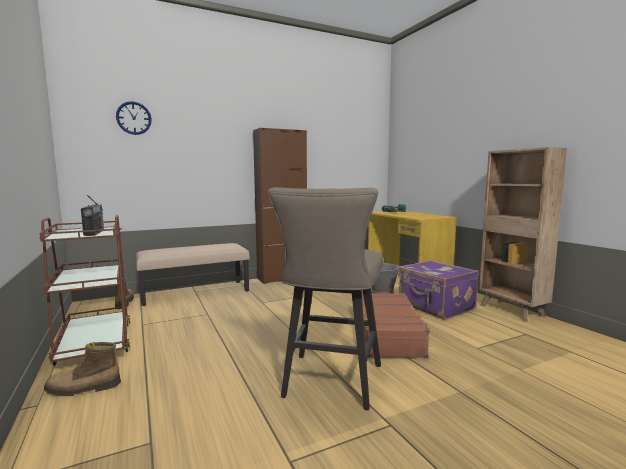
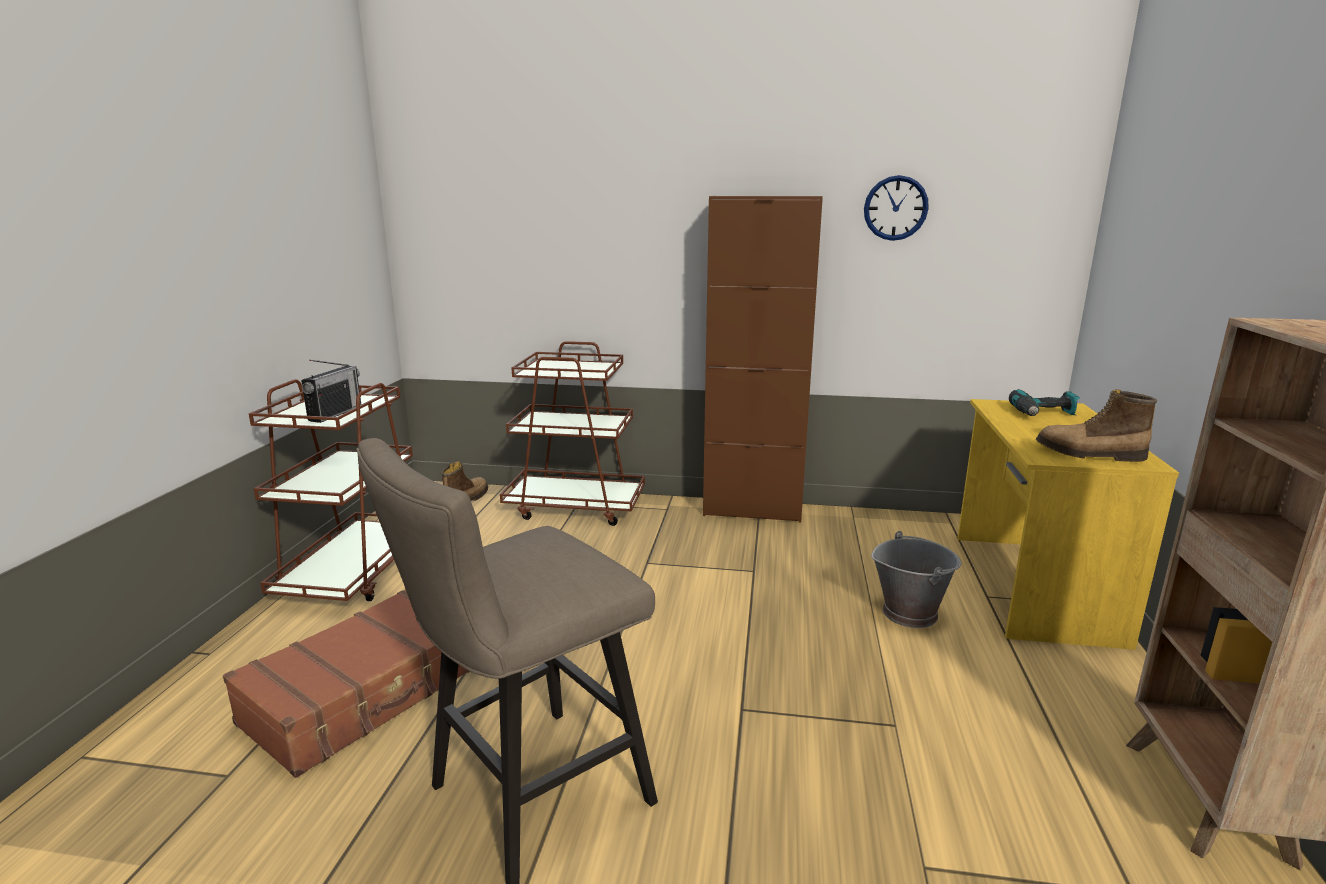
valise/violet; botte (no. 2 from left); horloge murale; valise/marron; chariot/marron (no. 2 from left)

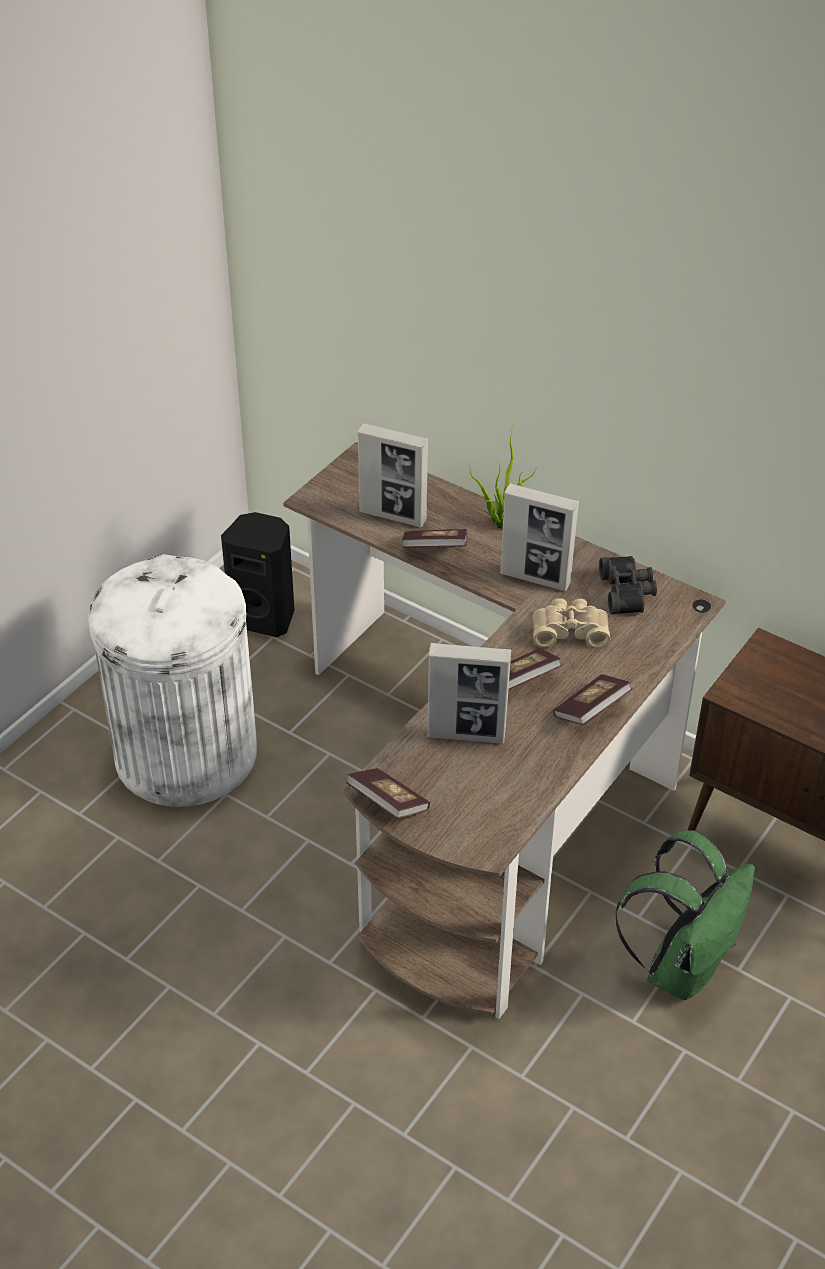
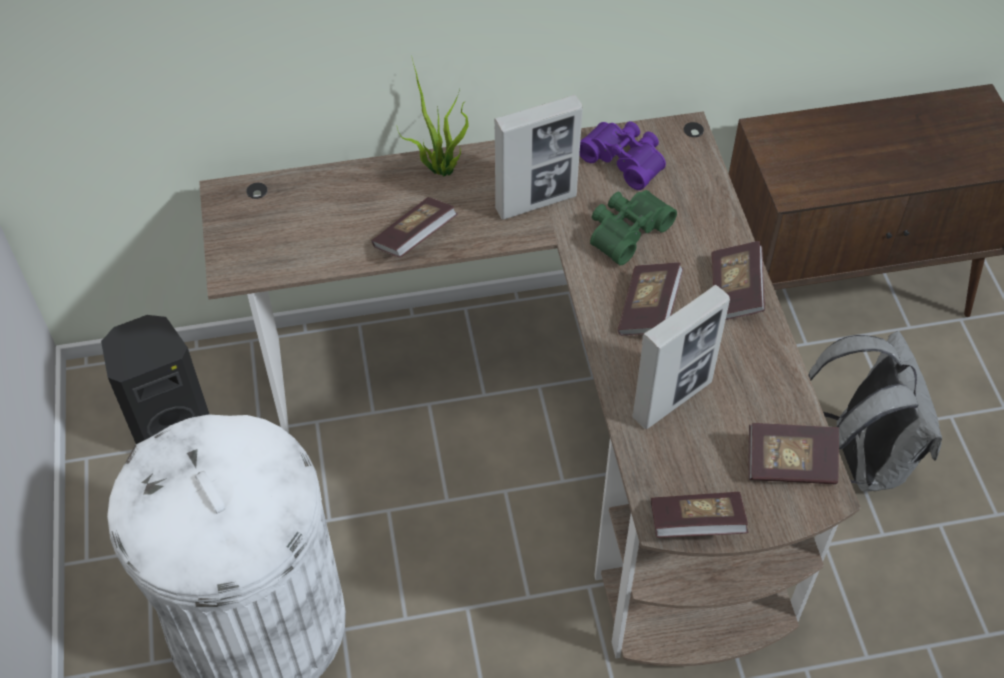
cadre photo (no. 1 from left in the first image); livre (no. 5 from left); jumelles/vert; jumelles/violet; sac à dos/gris

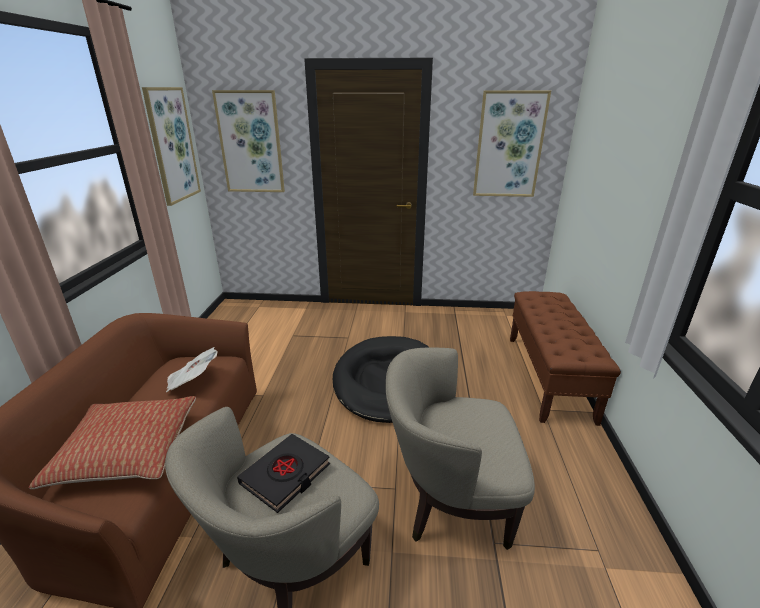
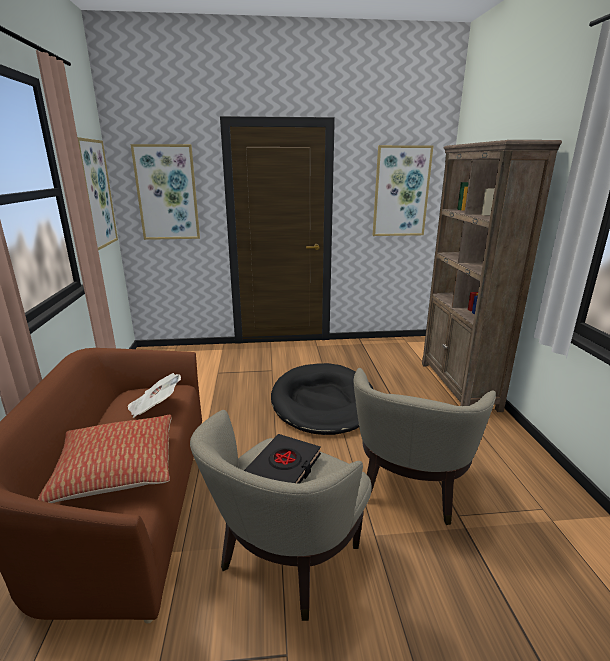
bibliothèque/marron; fauteuil/beige (no. 2 from left)

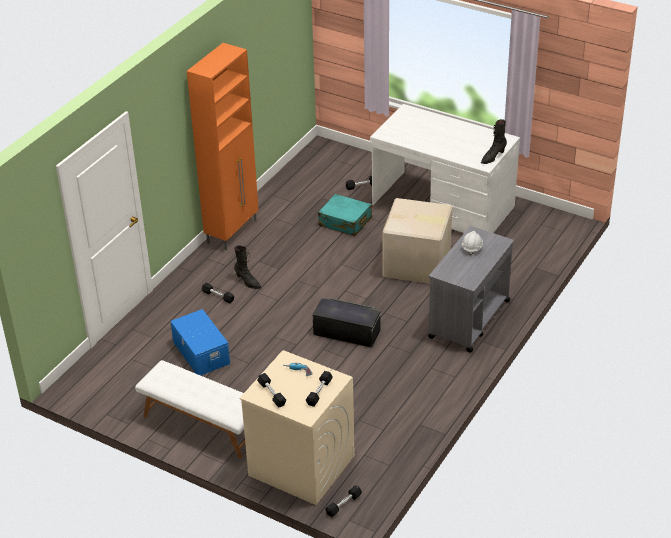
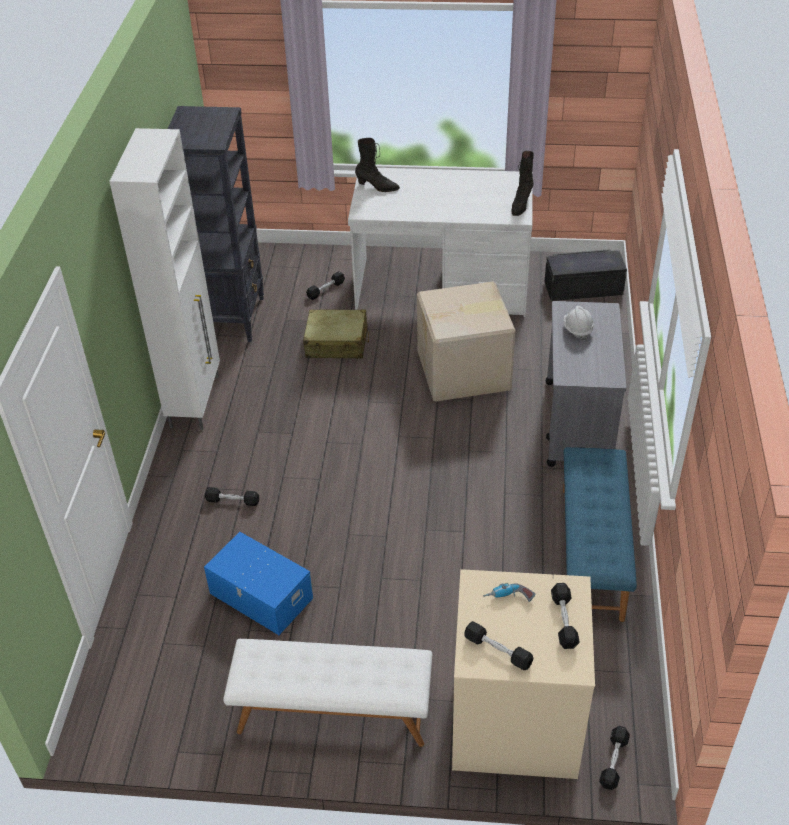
bibliothèque/noir; banc/bleu; botte/noir (no. 1 from left); boîte de rangement/noir; meuble de rangement/blanc; valise/beige

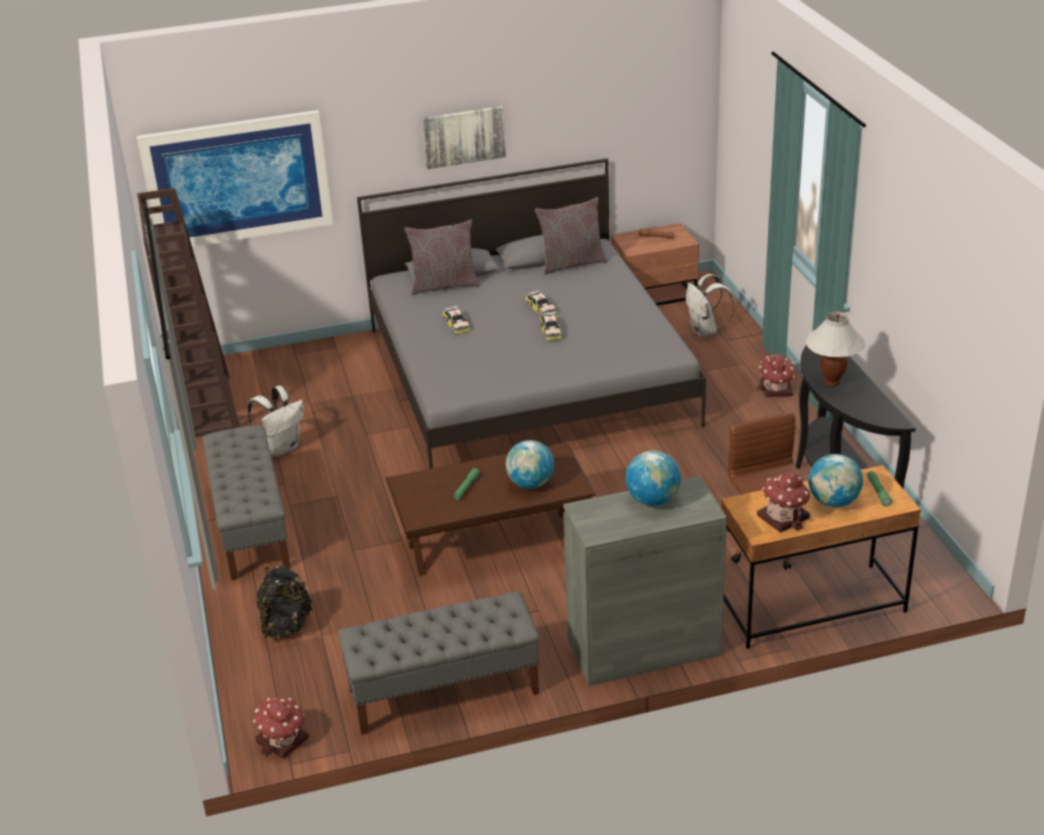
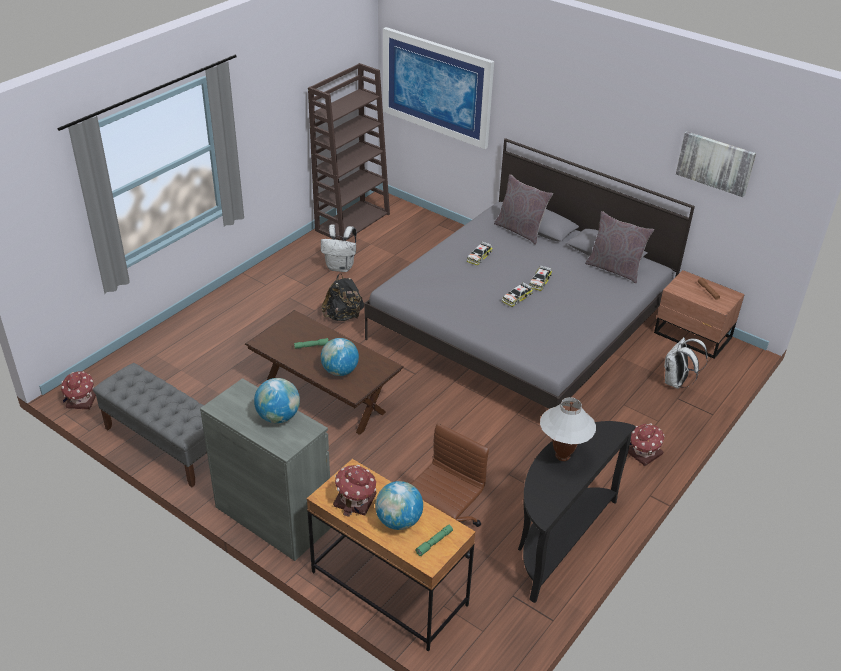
banc/gris (no. 1 from left in the first image); sac à dos/noir; tableau (no. 2 from left)

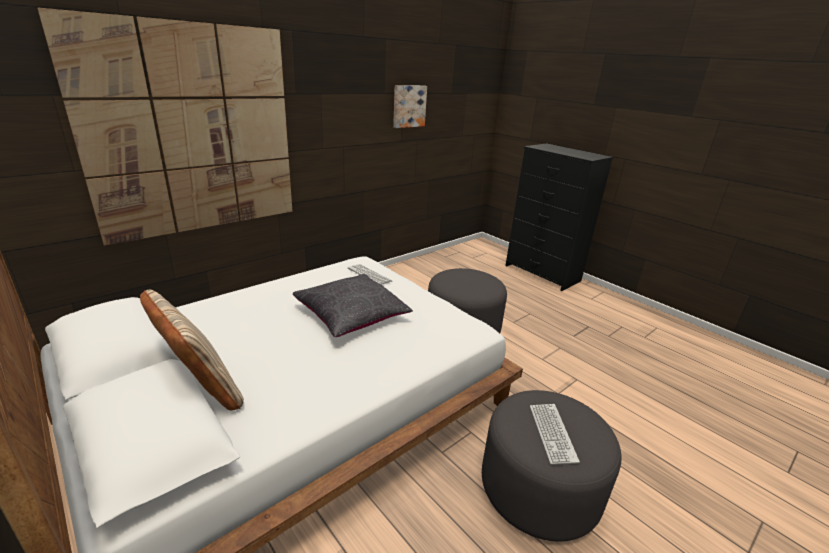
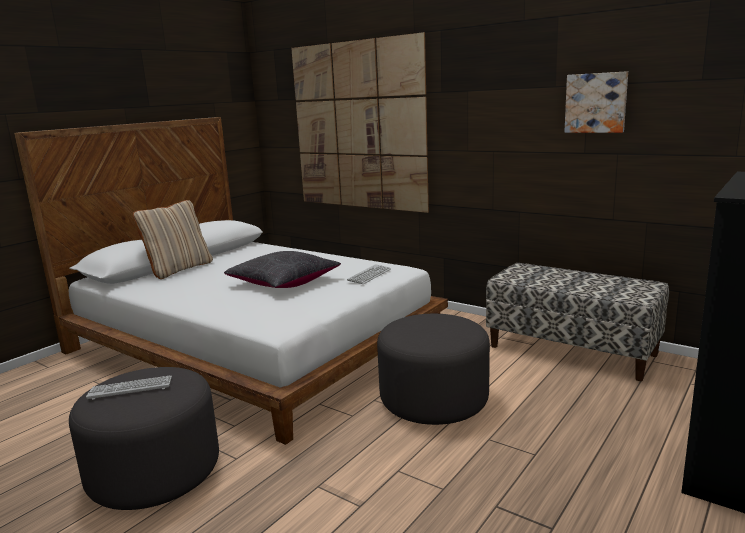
banc

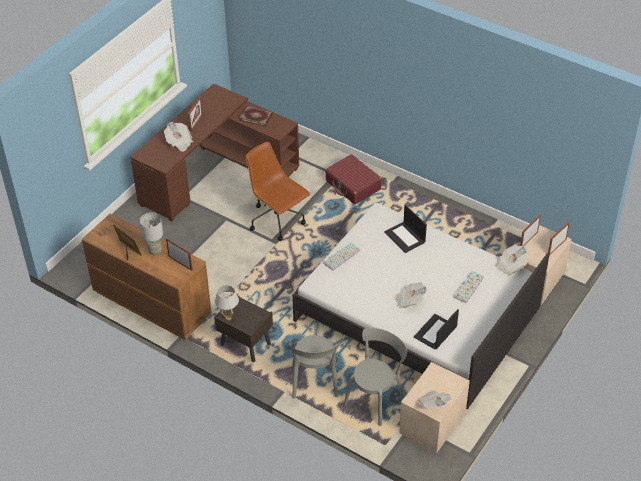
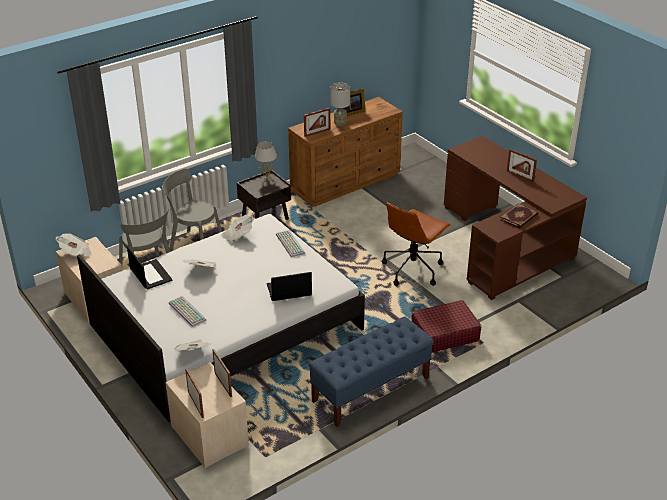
banc/bleu; journal (no. 4 from left); chaise de bureau/marron

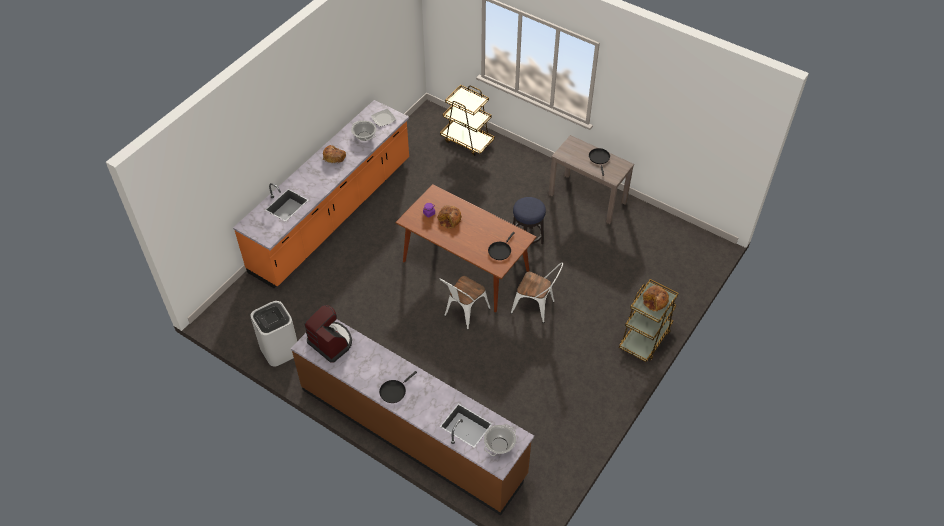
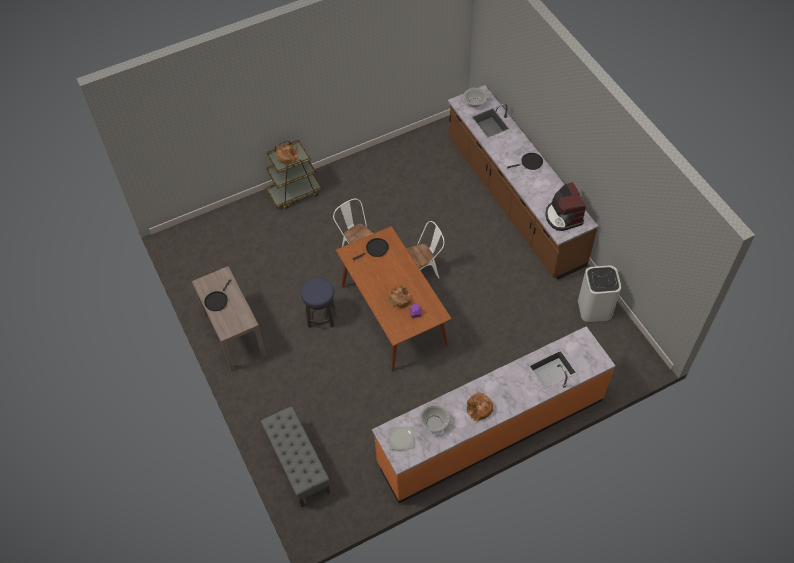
banc/gris

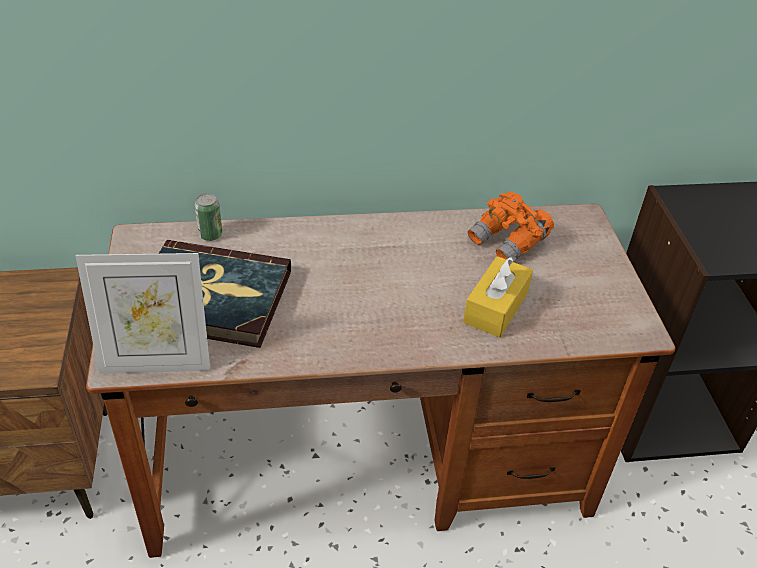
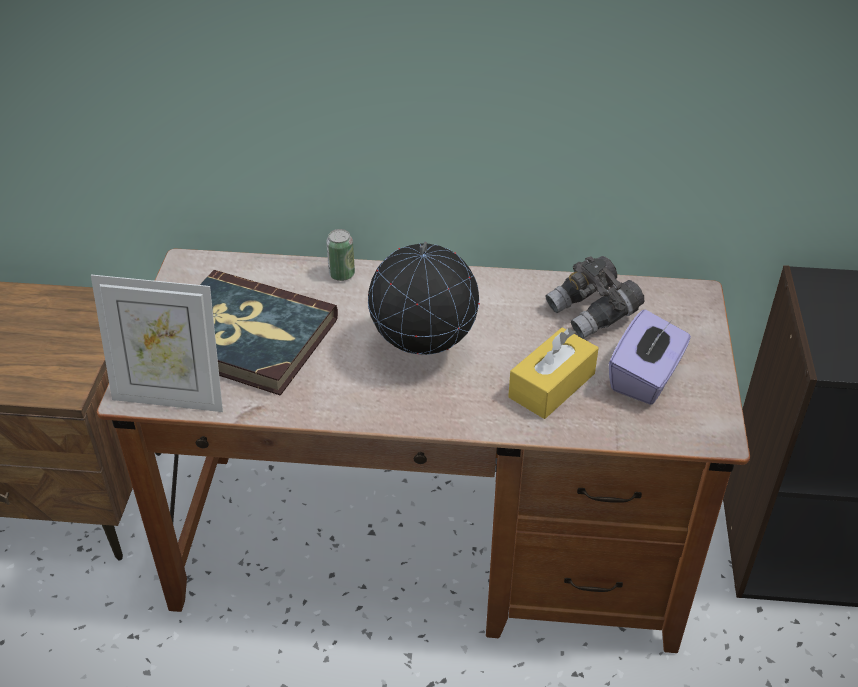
globe; boîte à mouchoirs/violet; boîte métallique; jumelles/gris

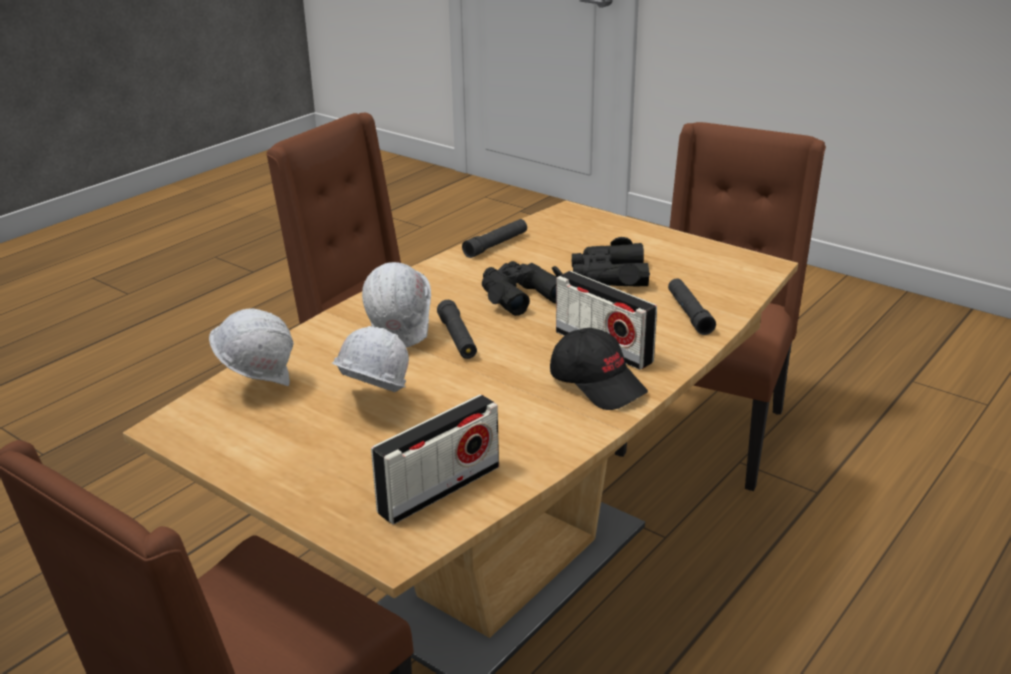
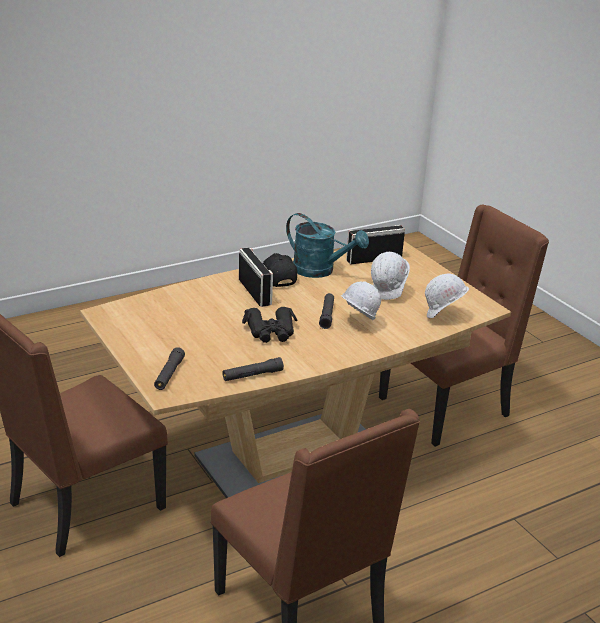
jumelles/noir (no. 2 from left in the first image); arrosoir/turquoise; lampe de poche/noir (no. 1 from left)

